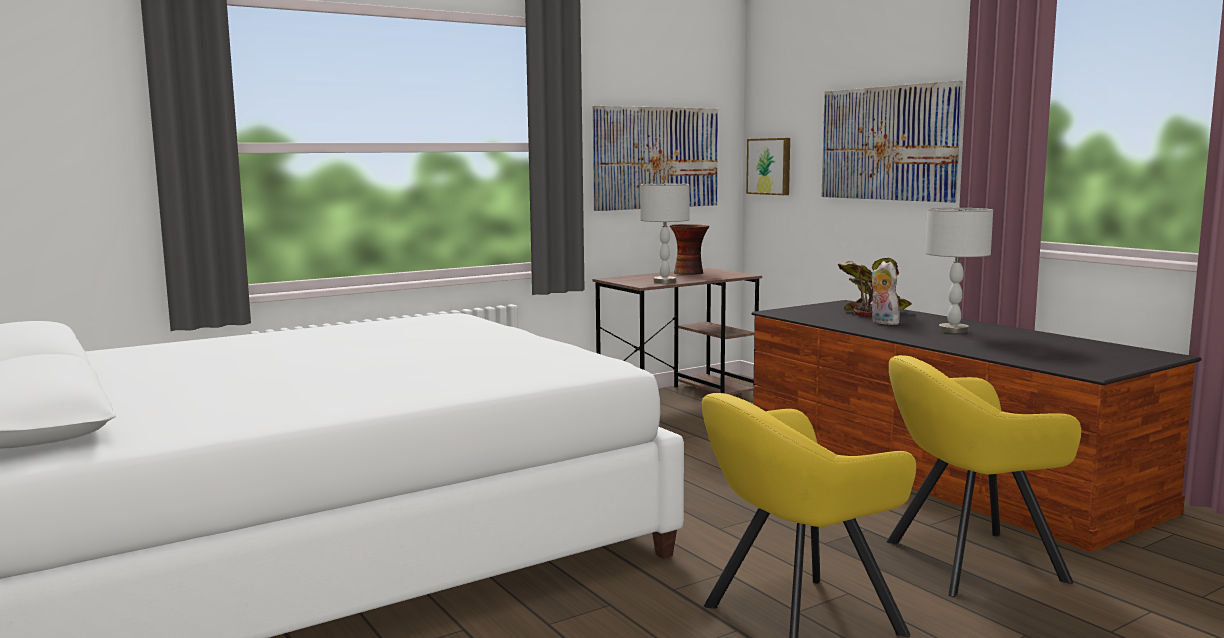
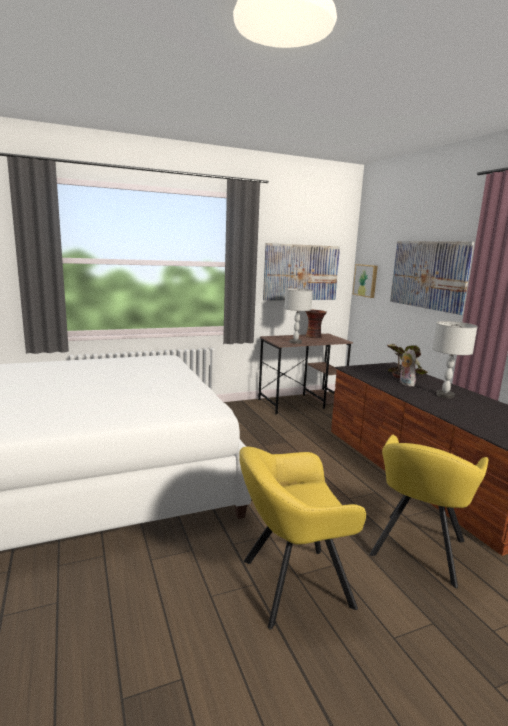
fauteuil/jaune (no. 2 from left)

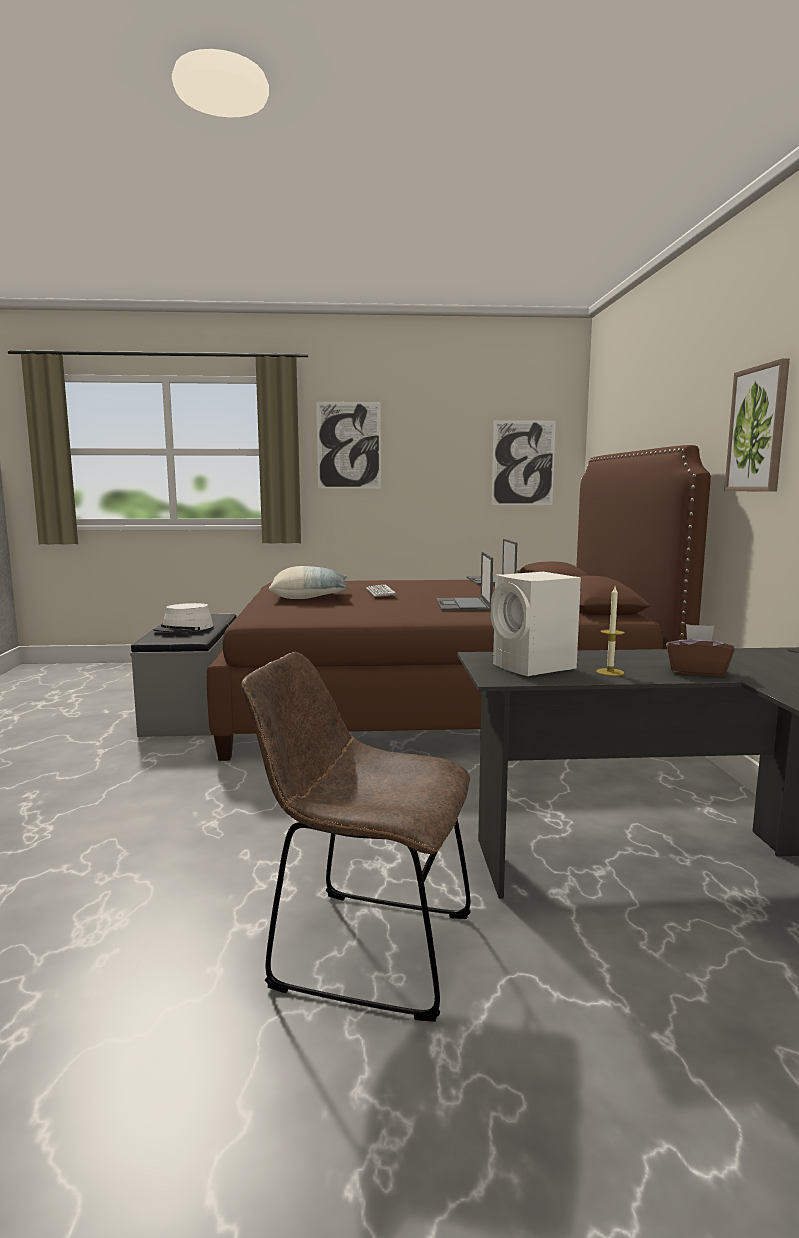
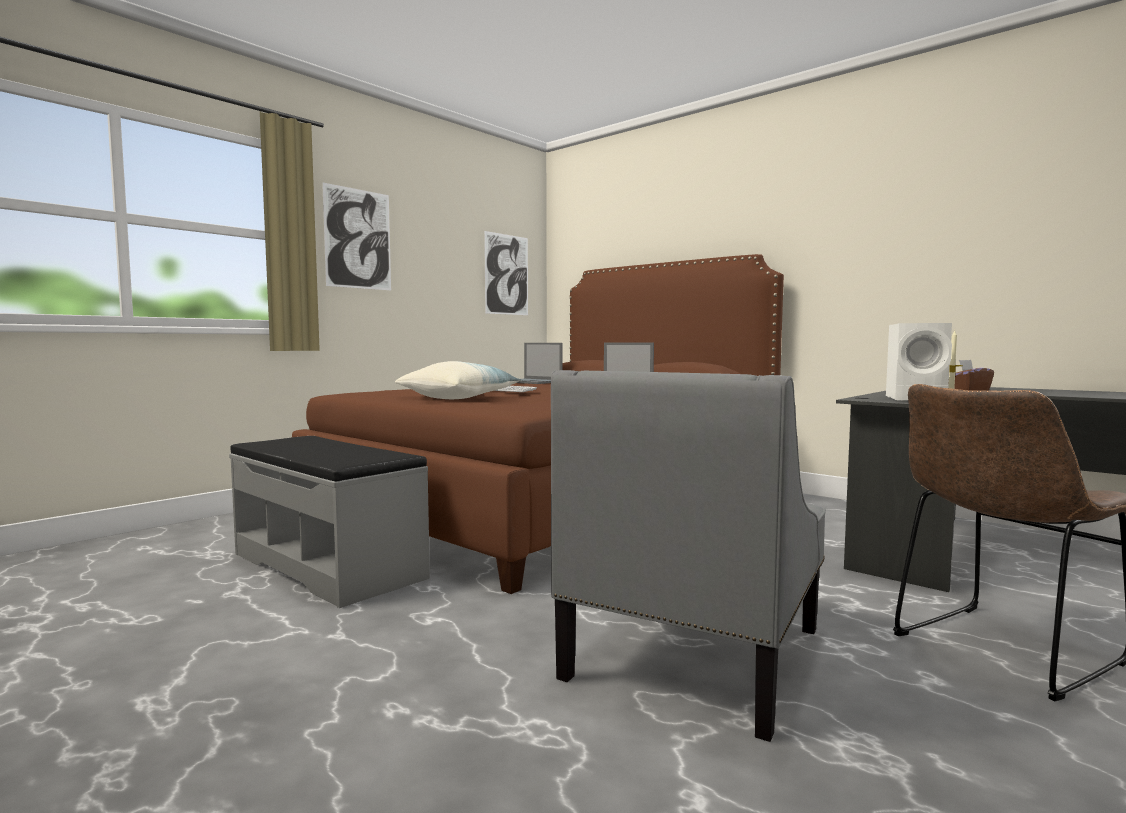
chapeau/blanc; tableau (no. 3 from left in the first image); fauteuil/gris

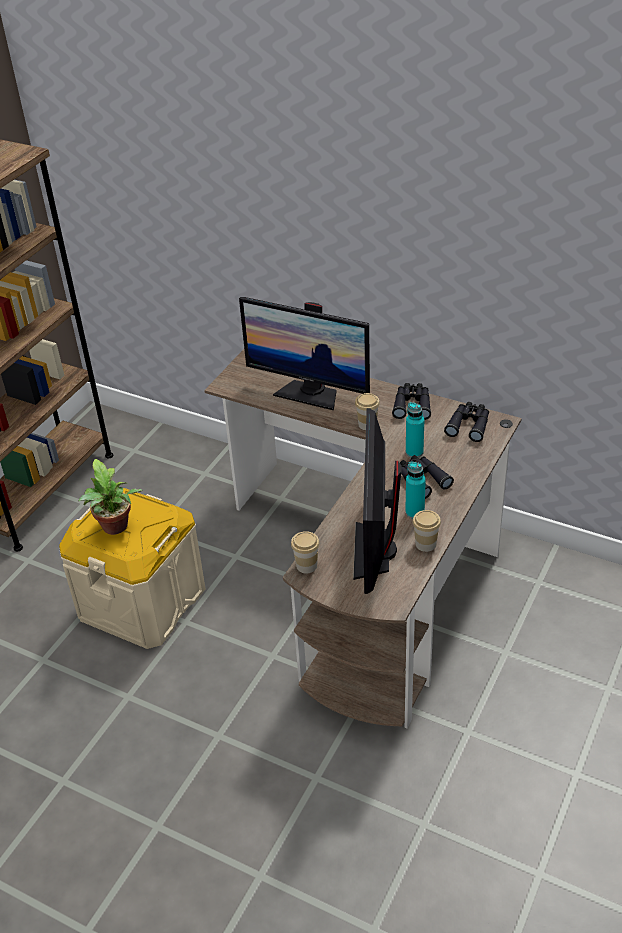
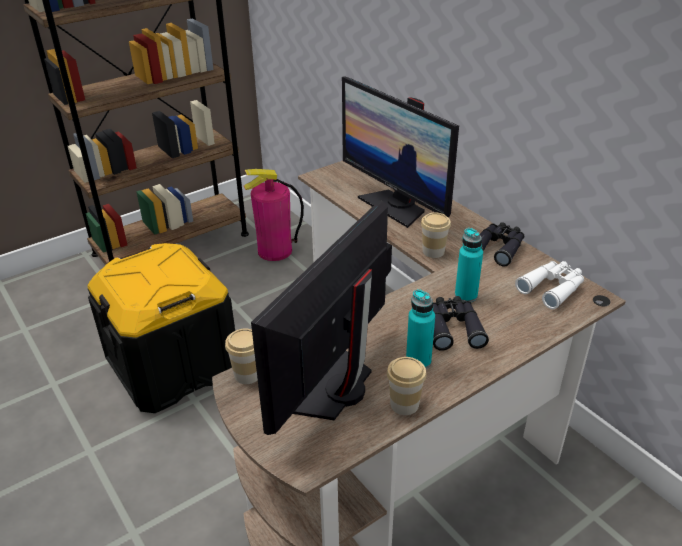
plante en pot; extincteur; boîte de rangement/noir; jumelles/blanc

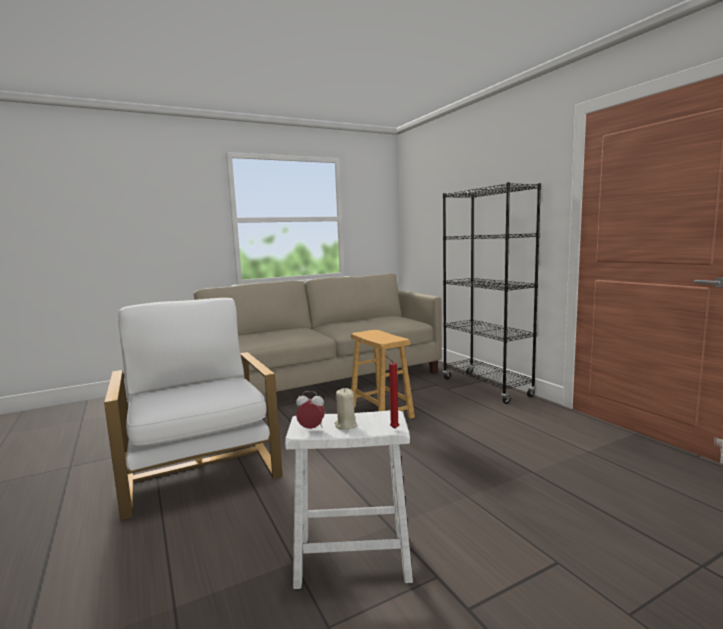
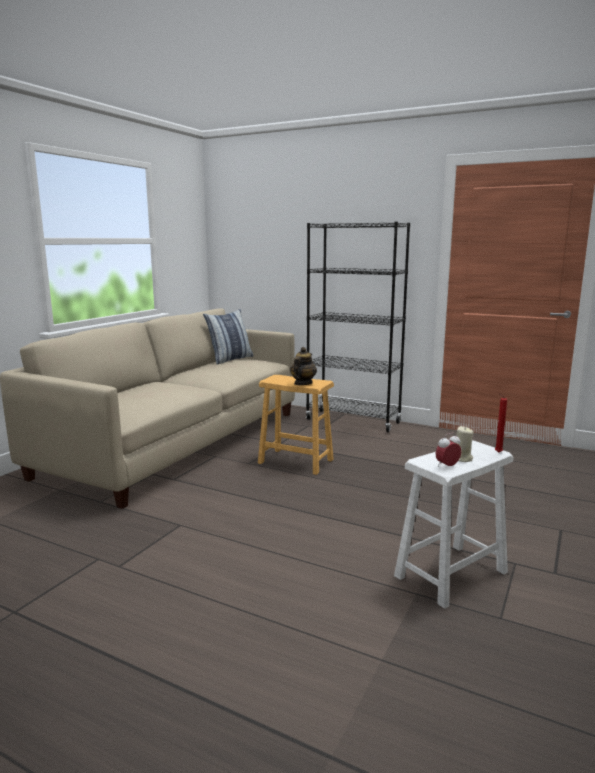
fauteuil/blanc; coussin; théière

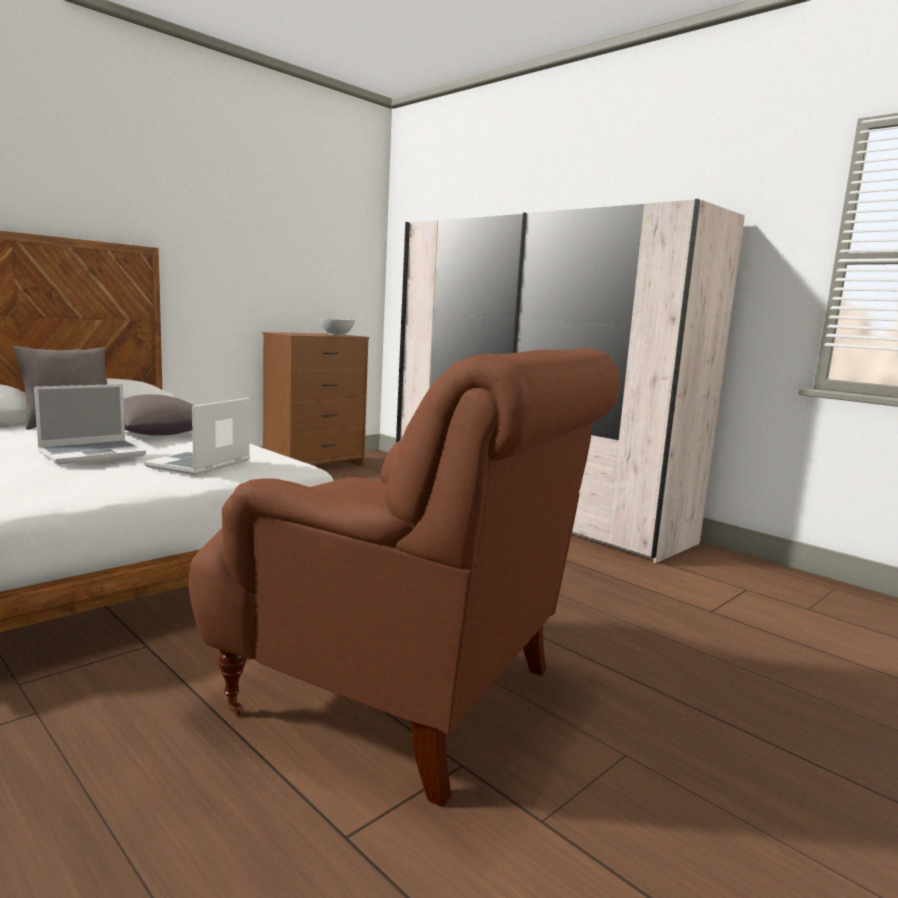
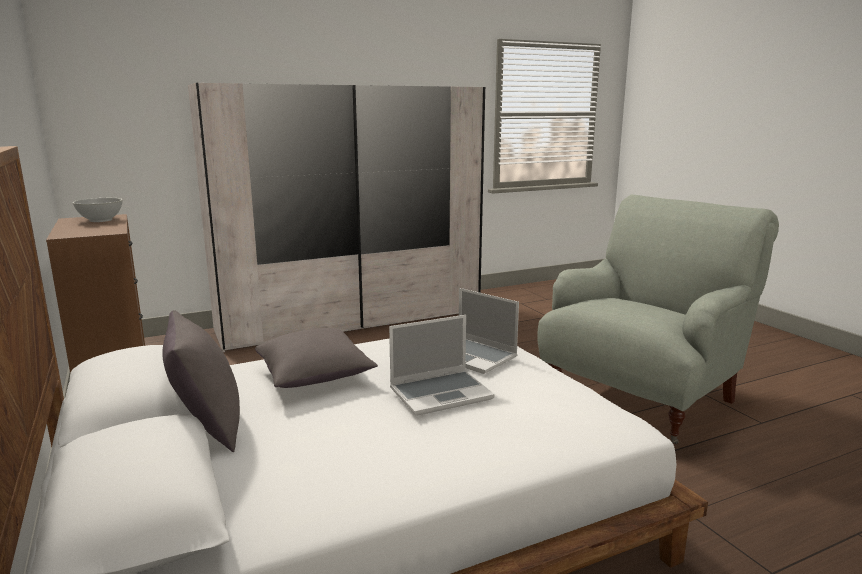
fauteuil/gris; ordinateur portable (no. 1 from left)

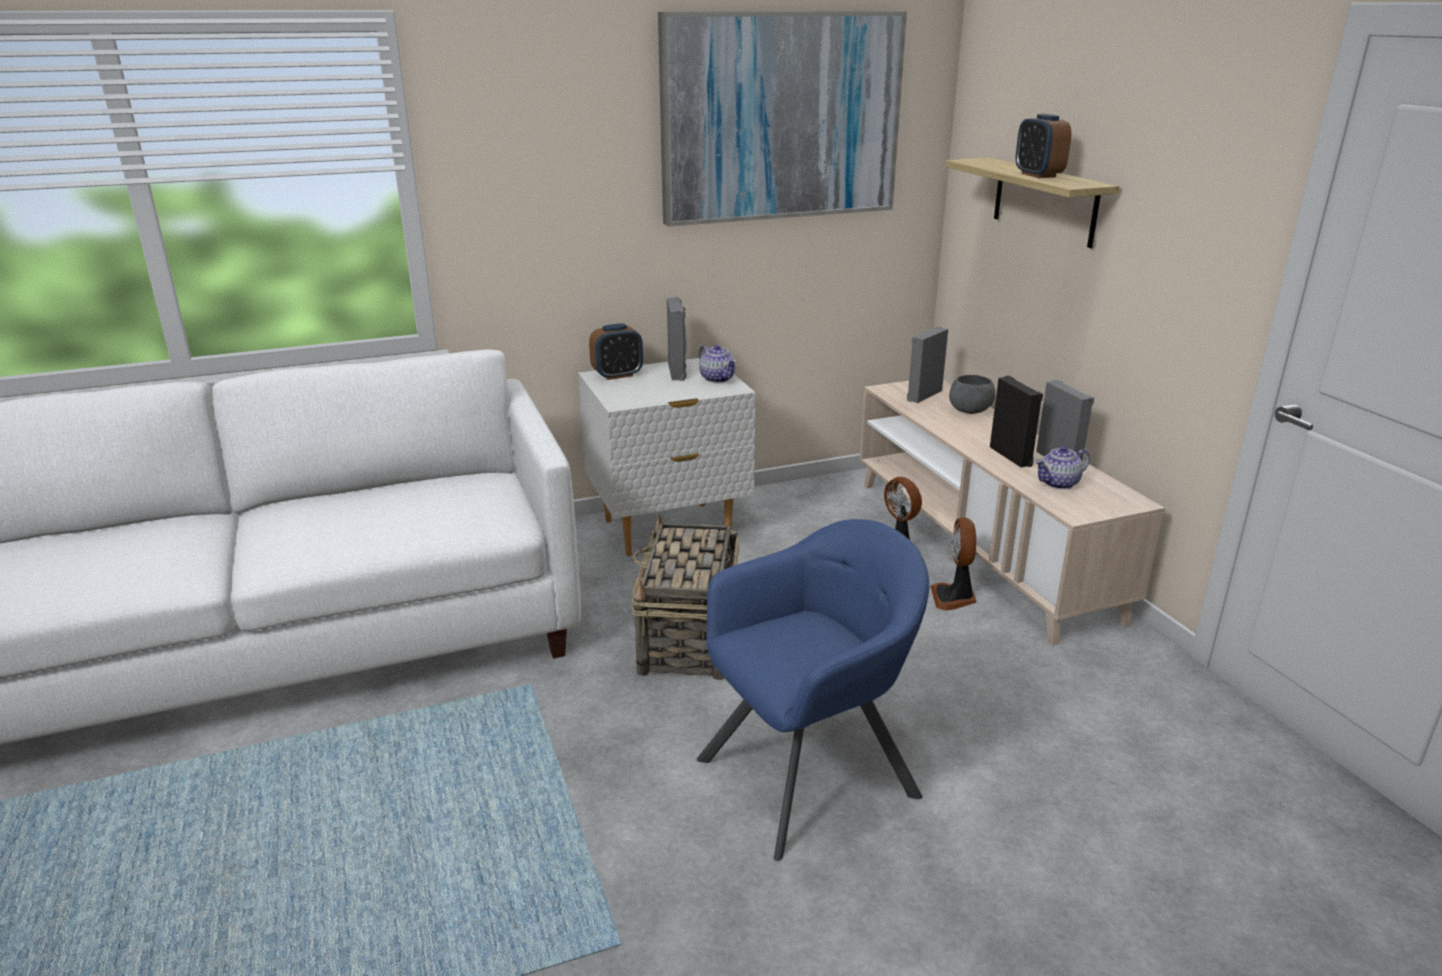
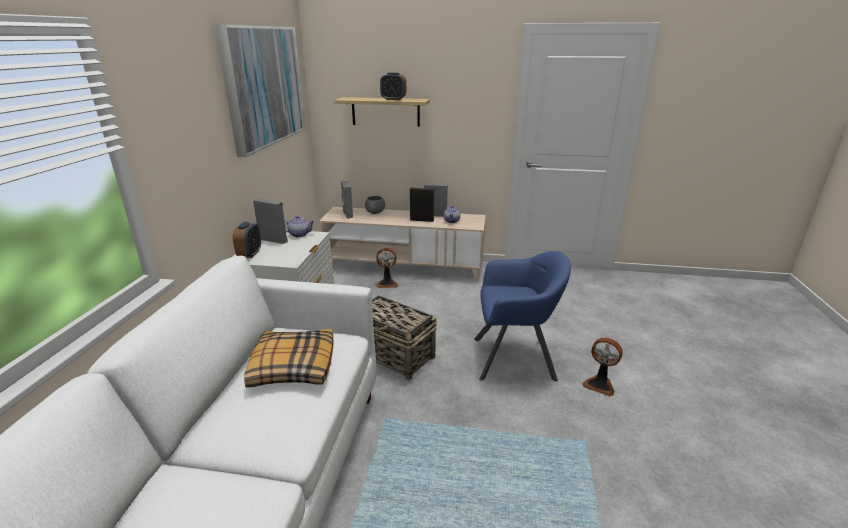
coussin; ventilateur (no. 2 from left); fauteuil/bleu

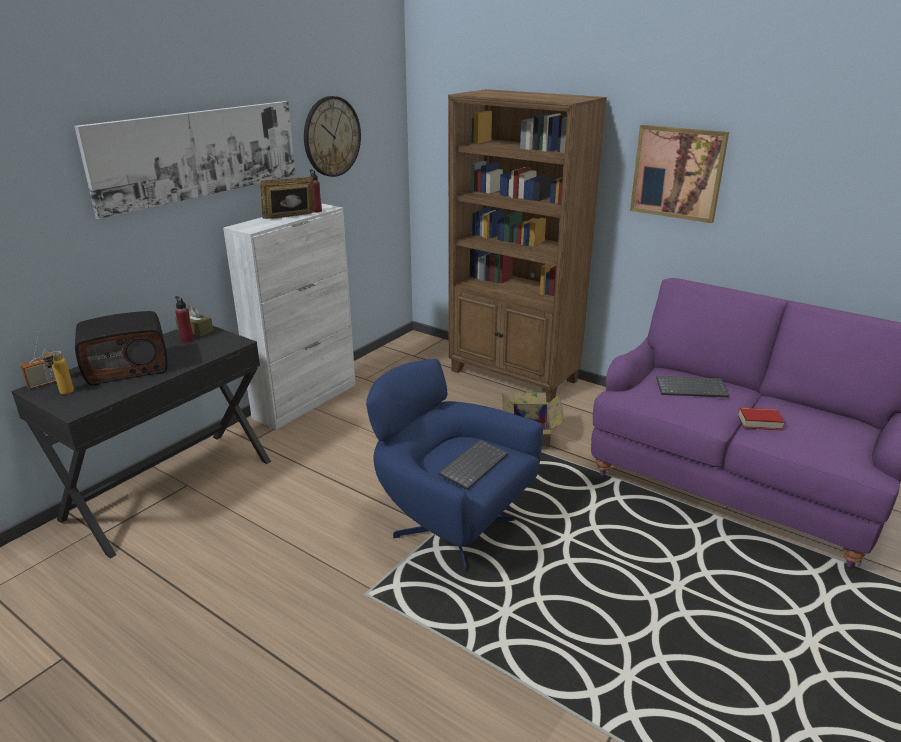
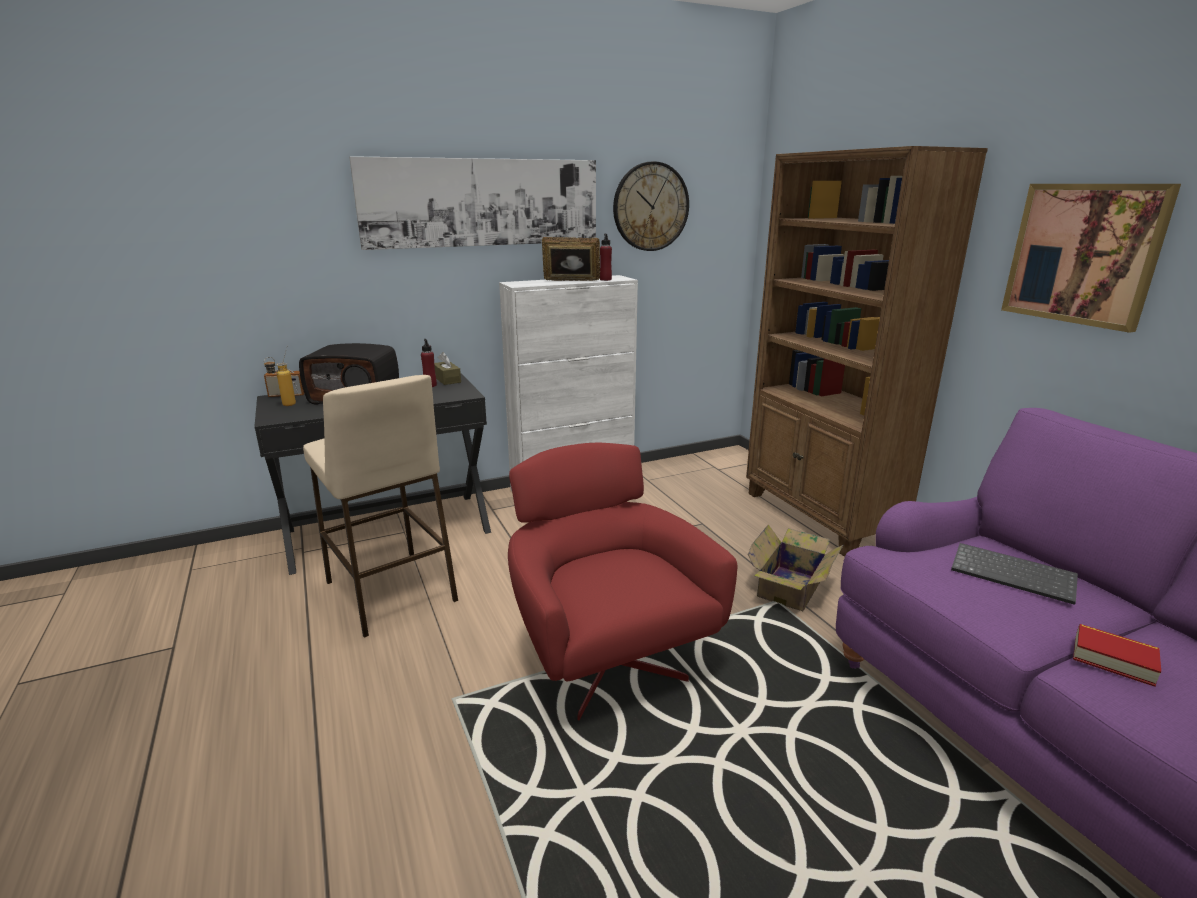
clavier (no. 1 from left in the first image); tabouret/beige; fauteuil/rouge

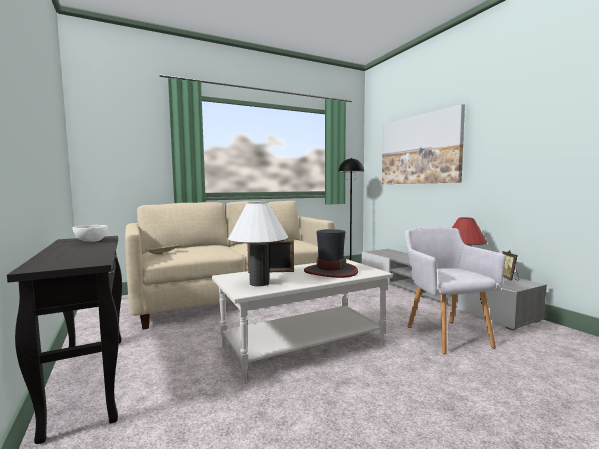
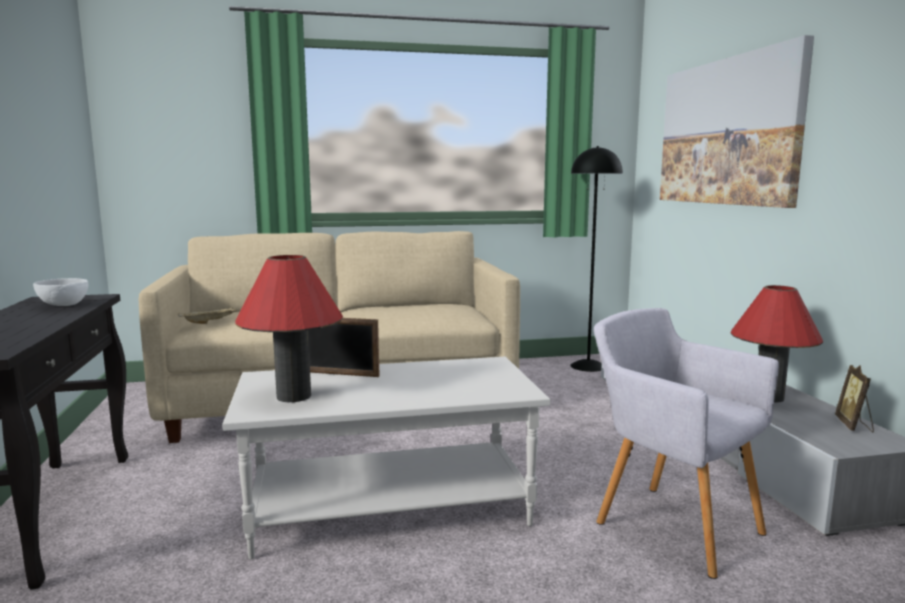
chapeau; lampe de table/rouge (no. 1 from left); fauteuil/gris

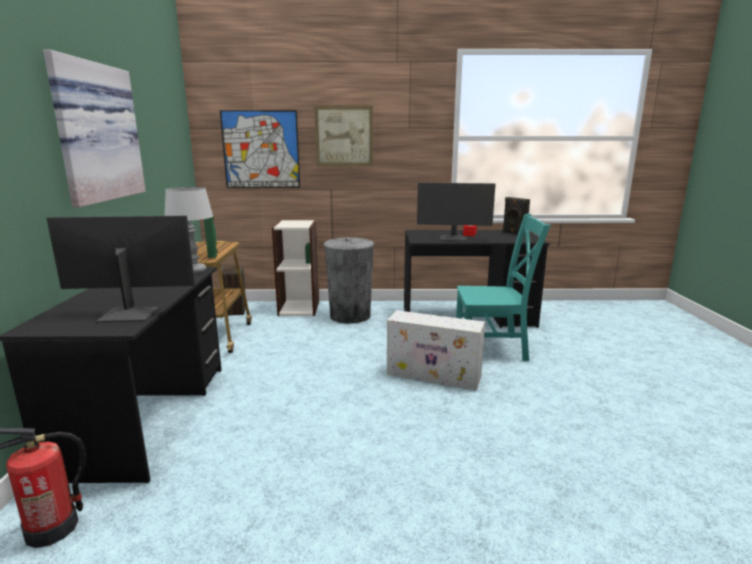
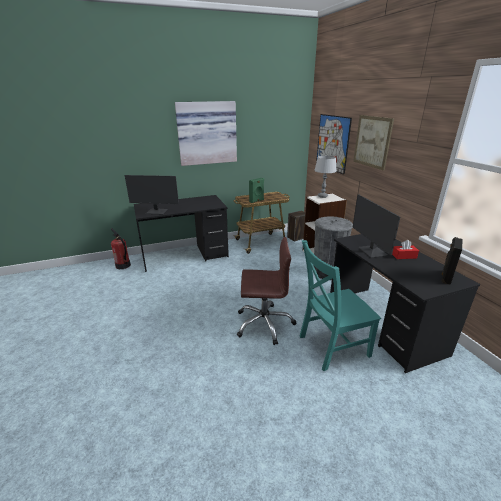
lampe de table/gris; chaise de bureau/marron; écran d'ordinateur (no. 1 from left); chaise/turquoise

